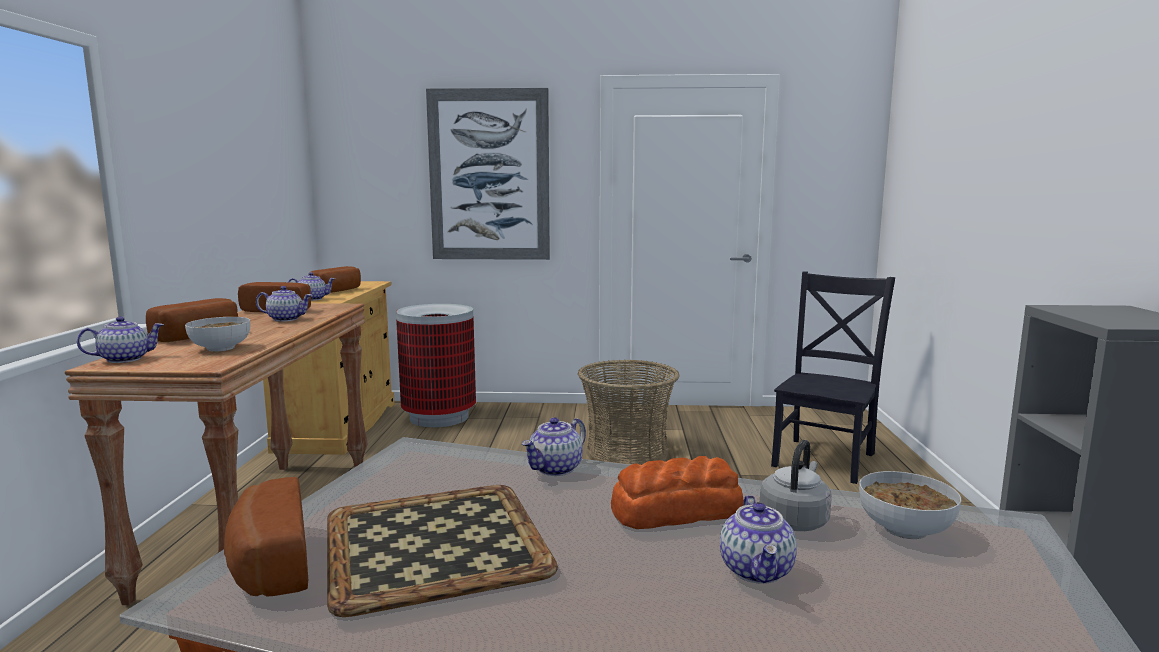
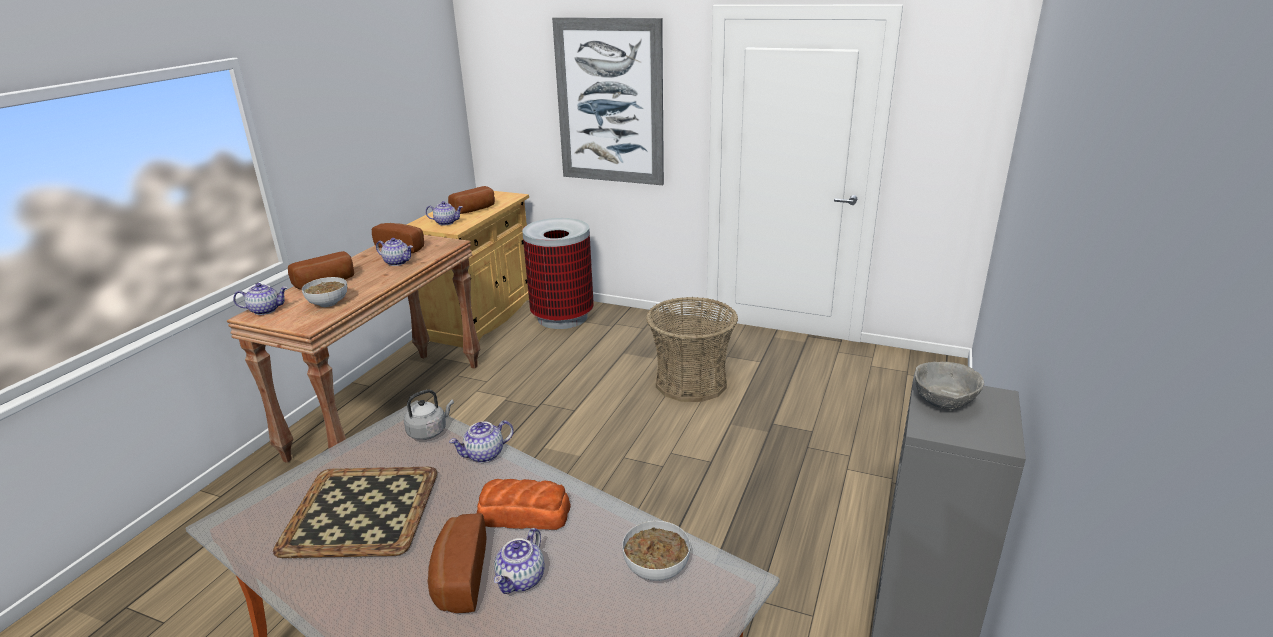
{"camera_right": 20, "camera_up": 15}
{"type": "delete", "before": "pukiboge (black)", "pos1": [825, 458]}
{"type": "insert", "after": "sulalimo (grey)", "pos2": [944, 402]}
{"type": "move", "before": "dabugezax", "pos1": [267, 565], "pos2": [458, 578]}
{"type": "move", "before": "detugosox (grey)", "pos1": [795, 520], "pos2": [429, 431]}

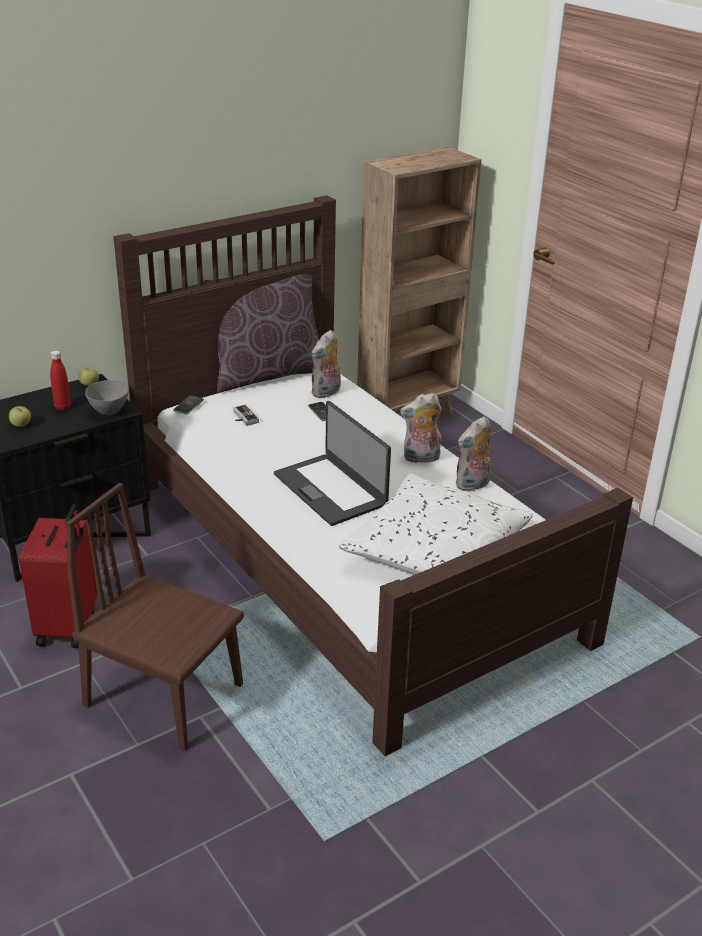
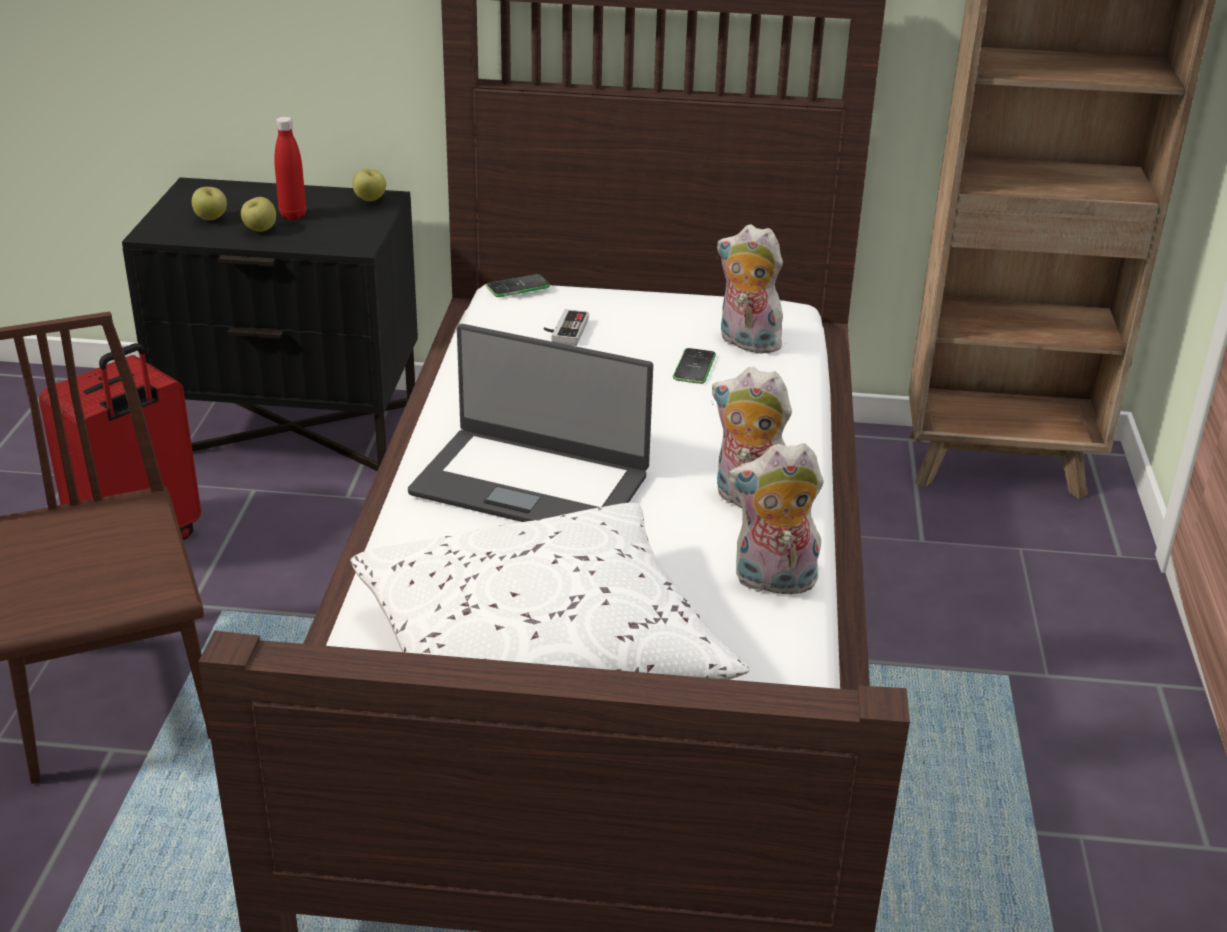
{"camera_right": 40, "camera_up": 0}
{"type": "delete", "before": "sulalimo (grey)", "pos1": [109, 411]}
{"type": "delete", "before": "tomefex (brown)", "pos1": [267, 374]}
{"type": "insert", "after": "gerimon", "pos2": [260, 230]}
{"type": "rotate", "before": "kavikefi", "pos1": [331, 489], "pos2": [531, 483], "turn": -75}
{"type": "rotate", "before": "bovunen", "pos1": [326, 393], "pos2": [745, 343], "turn": 45}

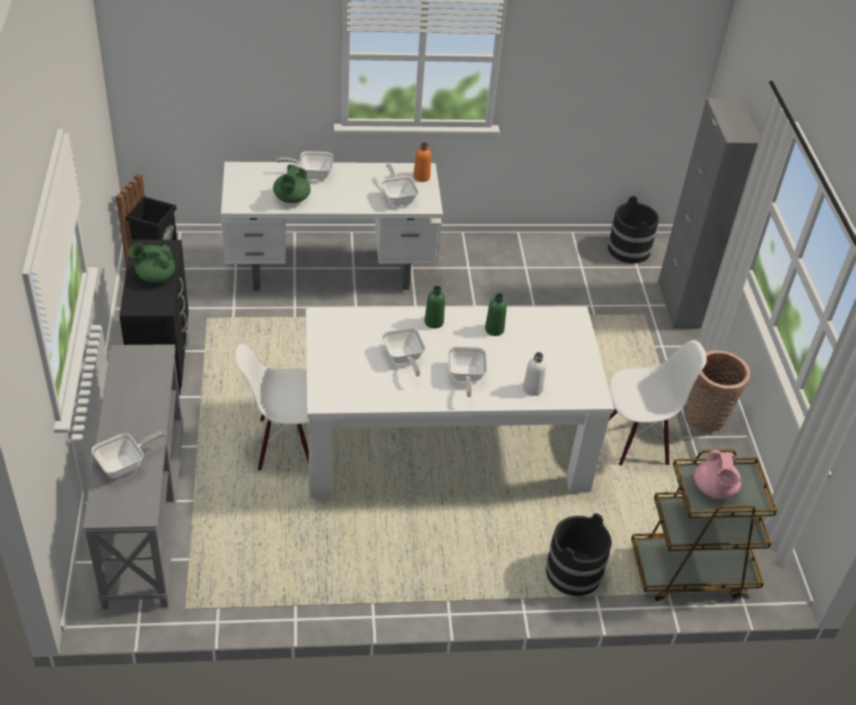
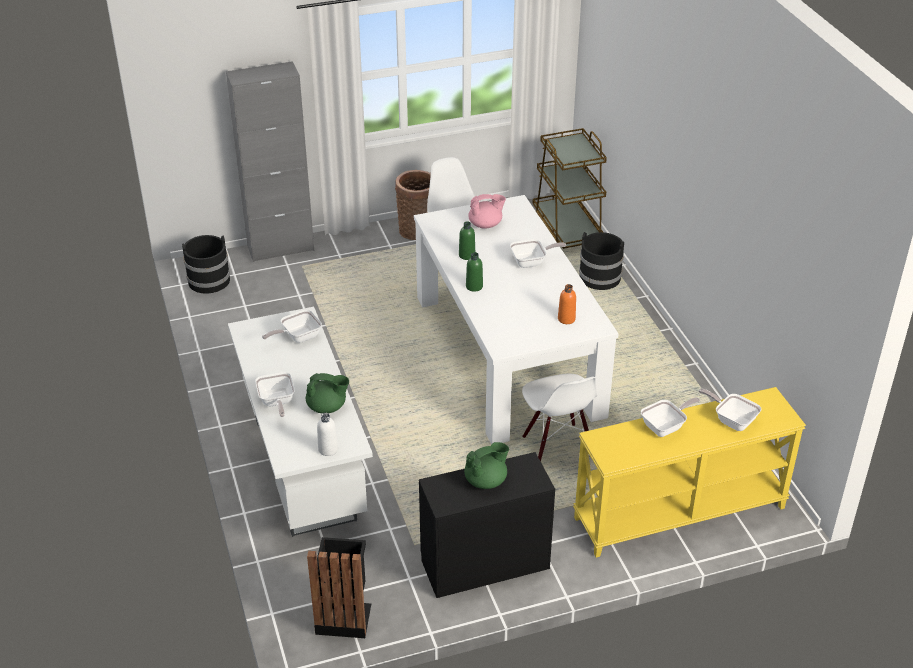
{"camera_right": -100, "camera_up": -5}
{"type": "move", "before": "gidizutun", "pos1": [403, 359], "pos2": [666, 427]}
{"type": "move", "before": "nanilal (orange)", "pos1": [421, 177], "pos2": [566, 319]}
{"type": "move", "before": "nanilal (white)", "pos1": [532, 388], "pos2": [328, 449]}
{"type": "move", "before": "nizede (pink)", "pos1": [714, 489], "pos2": [486, 224]}
{"type": "recolor", "before": "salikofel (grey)", "after": "salikofel (yellow)", "pos1": [144, 512], "pos2": [679, 514]}
{"type": "rotate", "before": "nizede (green)", "pos1": [155, 276], "pos2": [486, 480], "turn": -105}

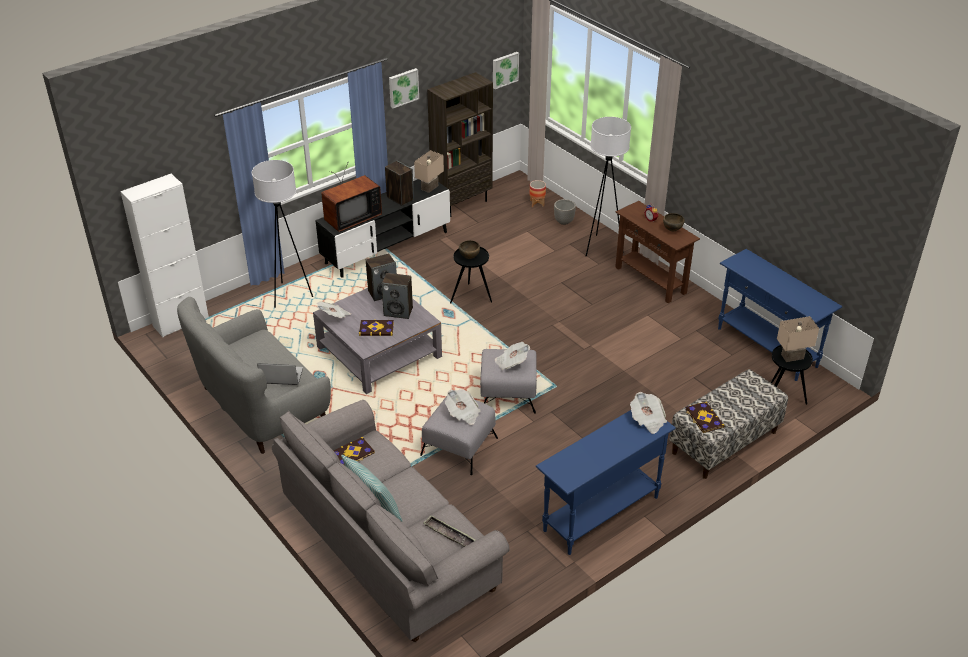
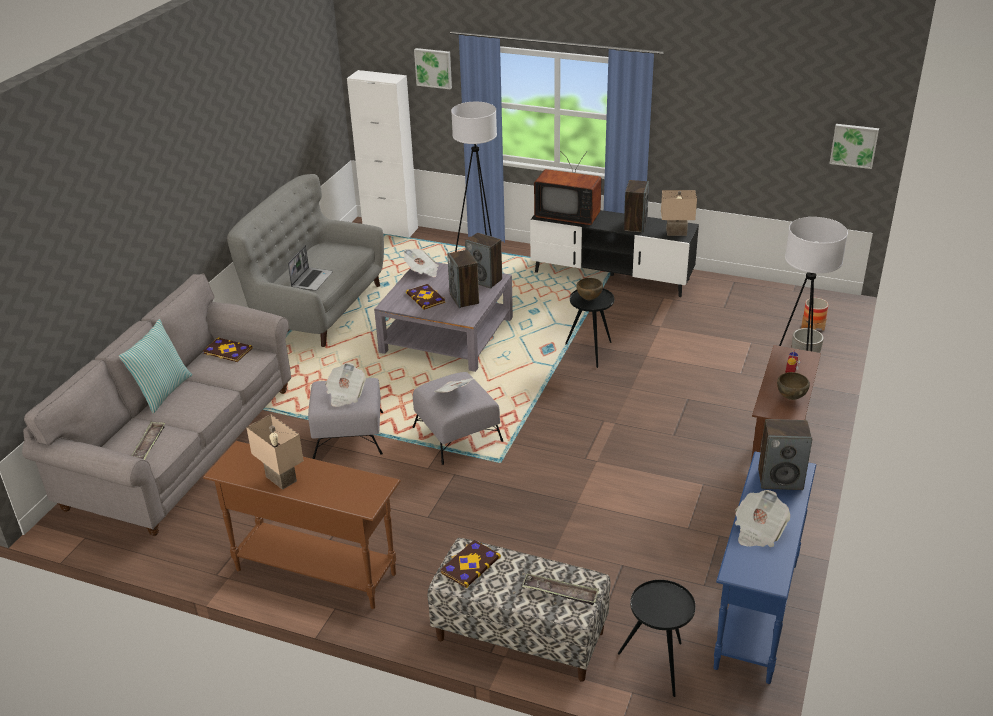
{"camera_right": 60, "camera_up": -5}
{"type": "delete", "before": "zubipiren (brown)", "pos1": [462, 203]}
{"type": "insert", "after": "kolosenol", "pos2": [560, 592]}
{"type": "insert", "after": "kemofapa", "pos2": [780, 479]}
{"type": "move", "before": "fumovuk", "pos1": [403, 87], "pos2": [434, 68]}
{"type": "move", "before": "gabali", "pos1": [647, 420], "pos2": [758, 531]}
{"type": "move", "before": "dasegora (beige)", "pos1": [792, 357], "pos2": [279, 479]}
{"type": "recolor", "before": "salikofel (blue)", "after": "salikofel (brown)", "pos1": [600, 514], "pos2": [315, 571]}
{"type": "rotate", "before": "kavikefi", "pos1": [281, 376], "pos2": [311, 280], "turn": 45}

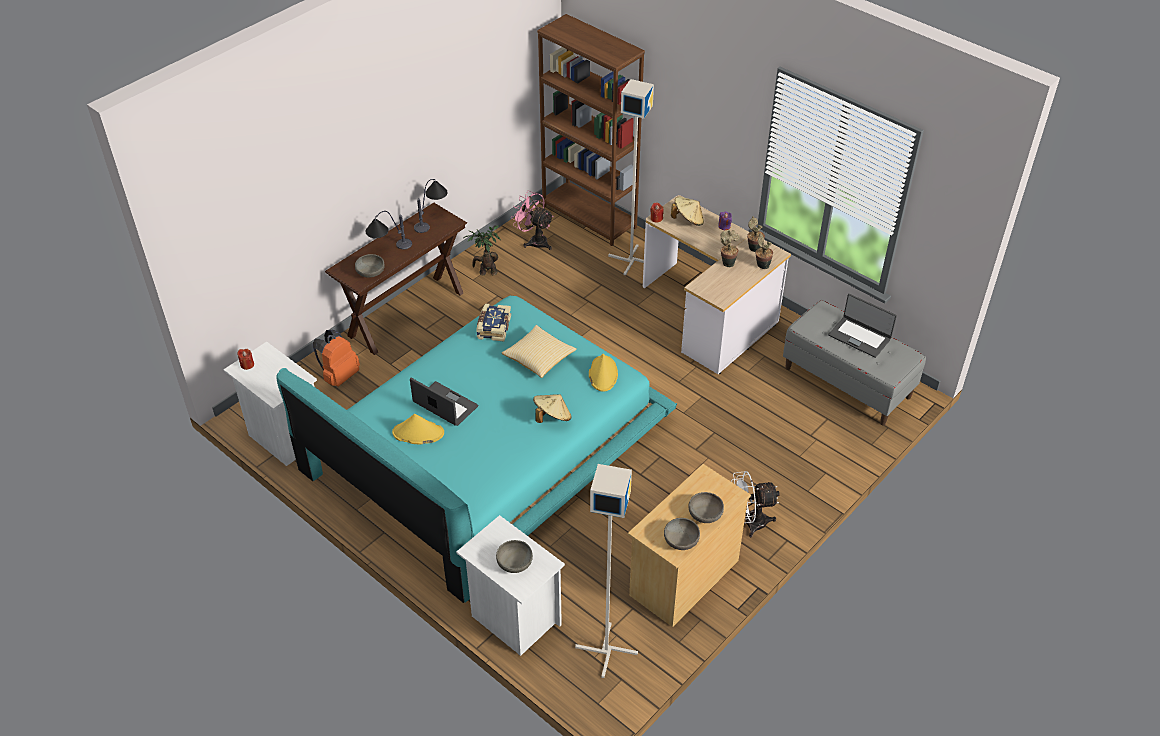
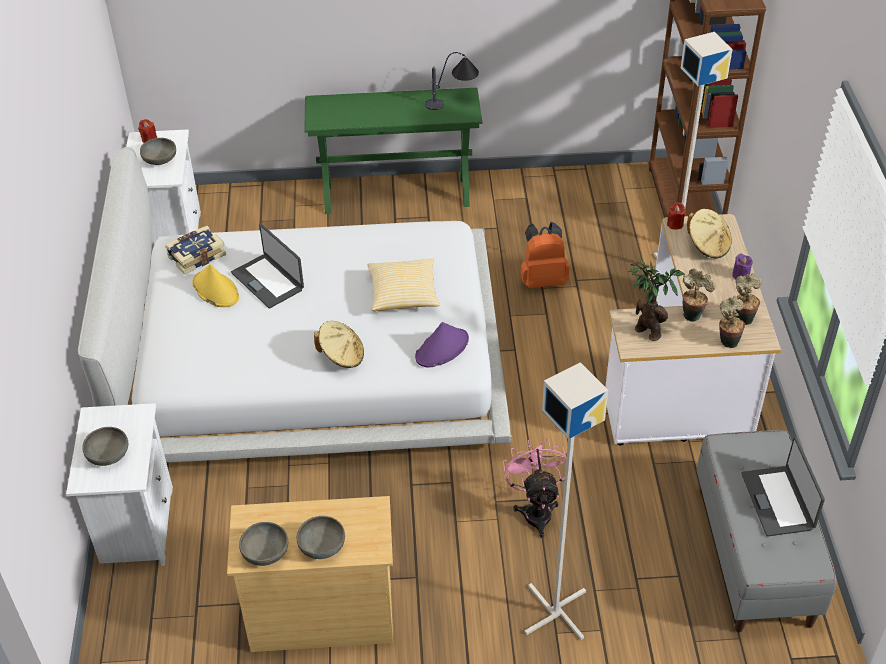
{"camera_right": 45, "camera_up": 0}
{"type": "delete", "before": "dasegora", "pos1": [389, 249]}
{"type": "delete", "before": "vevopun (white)", "pos1": [749, 523]}
{"type": "move", "before": "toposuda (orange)", "pos1": [339, 376], "pos2": [543, 280]}
{"type": "move", "before": "sulalimo (grey)", "pos1": [370, 272], "pos2": [160, 160]}
{"type": "move", "before": "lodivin", "pos1": [486, 272], "pos2": [646, 330]}
{"type": "move", "before": "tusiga", "pos1": [493, 327], "pos2": [196, 256]}
{"type": "move", "before": "vevopun (pink)", "pos1": [534, 241], "pos2": [536, 510]}
{"type": "move", "before": "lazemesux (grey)", "pos1": [606, 649], "pos2": [556, 611]}
{"type": "recolor", "before": "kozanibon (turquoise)", "after": "kozanibon (white)", "pos1": [487, 447], "pos2": [311, 358]}
{"type": "recolor", "before": "salikofel (brown)", "after": "salikofel (green)", "pos1": [406, 314], "pos2": [396, 195]}
{"type": "recolor", "before": "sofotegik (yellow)", "after": "sofotegik (purple)", "pos1": [603, 374], "pos2": [442, 348]}
{"type": "rotate", "before": "kavikefi", "pos1": [445, 405], "pos2": [268, 281], "turn": 150}

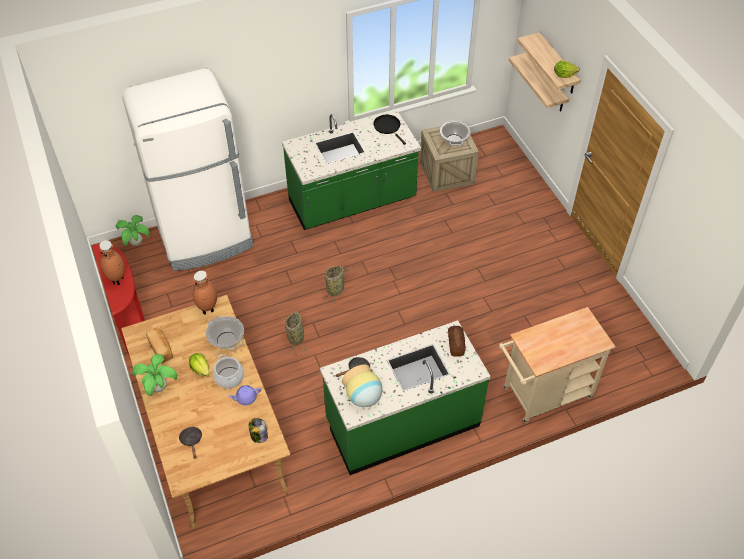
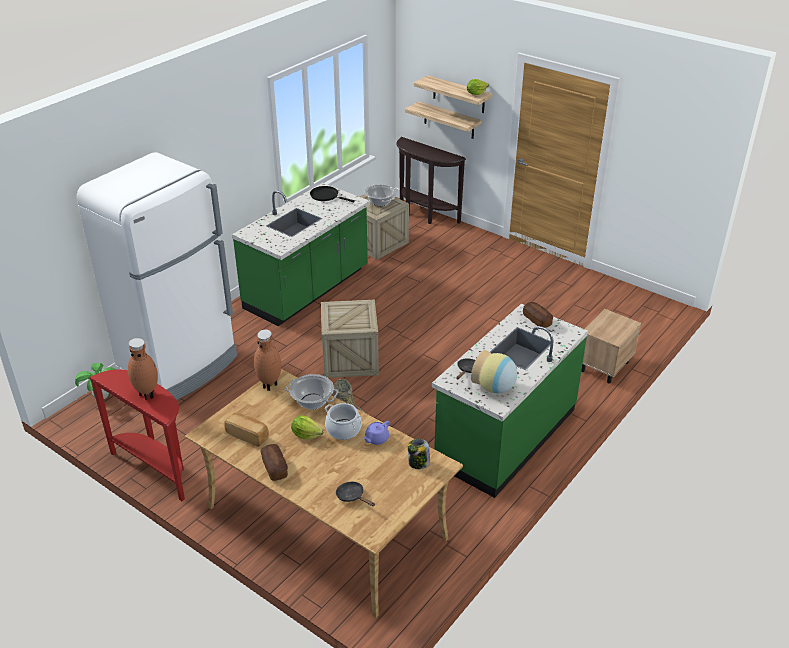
{"camera_right": -30, "camera_up": -15}
{"type": "insert", "after": "salikofel (brown)", "pos2": [424, 215]}
{"type": "replace", "before": "lodivin", "after": "dabugezax", "pos1": [159, 387], "pos2": [274, 467]}
{"type": "replace", "before": "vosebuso", "after": "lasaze", "pos1": [336, 289], "pos2": [350, 359]}
{"type": "replace", "before": "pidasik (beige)", "after": "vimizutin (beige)", "pos1": [542, 395], "pos2": [604, 367]}

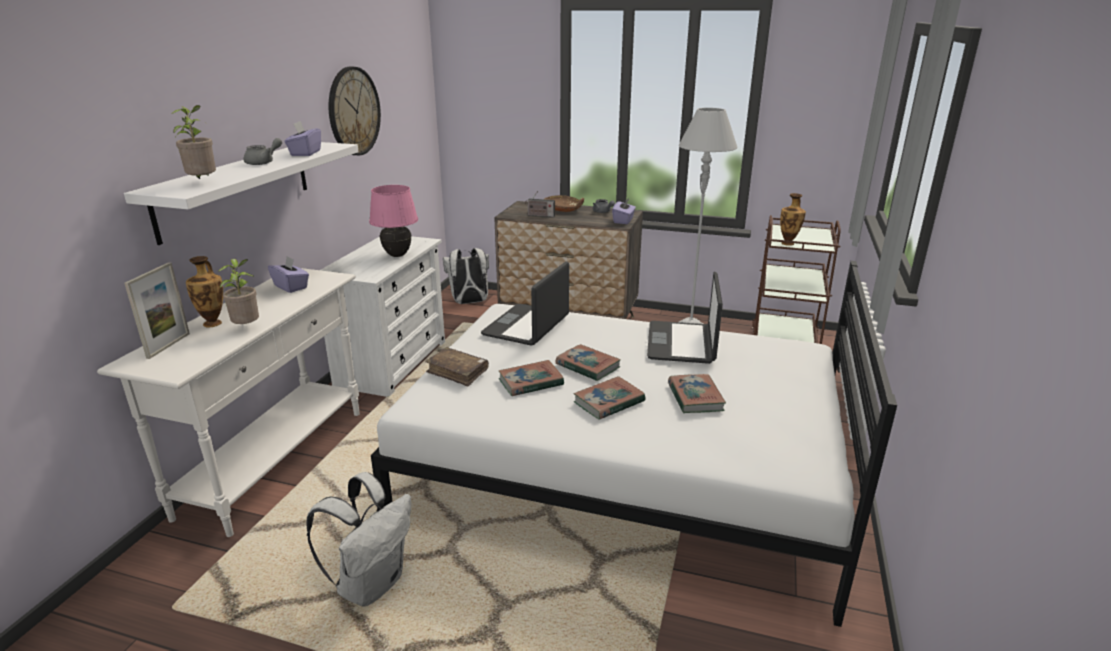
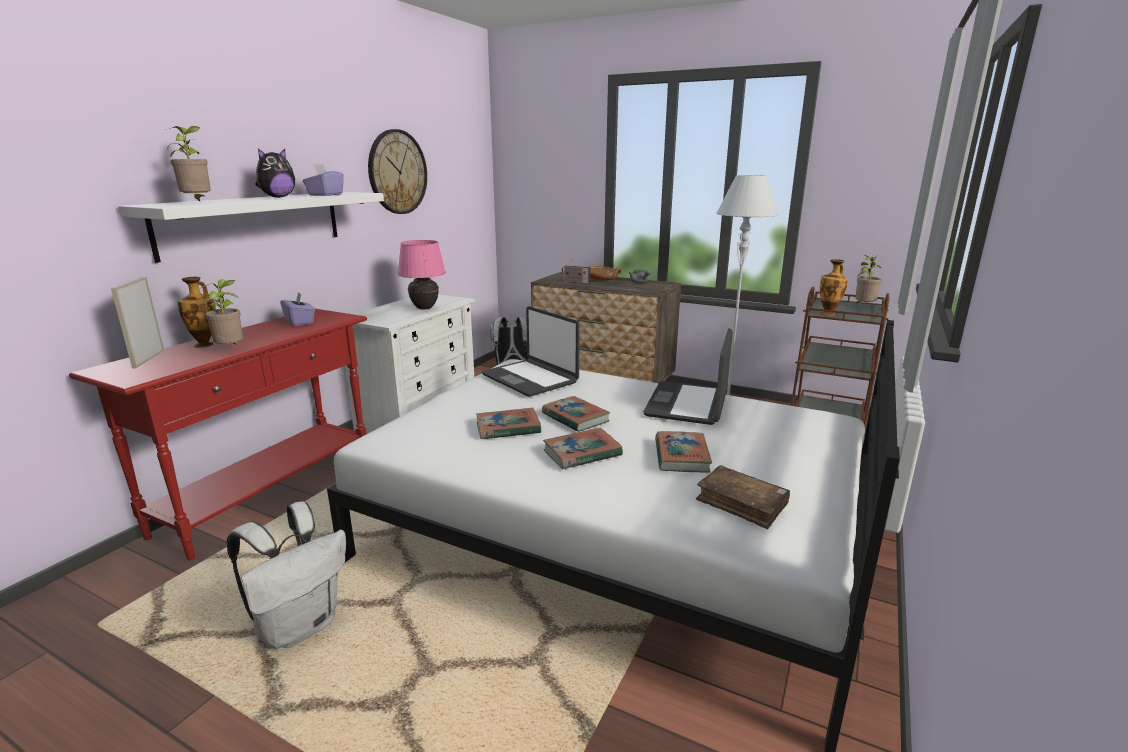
{"camera_right": 10, "camera_up": -5}
{"type": "delete", "before": "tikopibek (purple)", "pos1": [623, 221]}
{"type": "insert", "after": "lodivin", "pos2": [863, 307]}
{"type": "move", "before": "tusiga (brown)", "pos1": [457, 372], "pos2": [741, 504]}
{"type": "replace", "before": "nizede (grey)", "after": "bovunen", "pos1": [264, 162], "pos2": [277, 197]}
{"type": "recolor", "before": "salikofel (white)", "after": "salikofel (red)", "pos1": [276, 461], "pos2": [270, 493]}
{"type": "rotate", "before": "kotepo", "pos1": [168, 345], "pos2": [148, 359], "turn": 150}
{"type": "rotate", "before": "kavikefi", "pos1": [527, 326], "pos2": [530, 378], "turn": -75}

